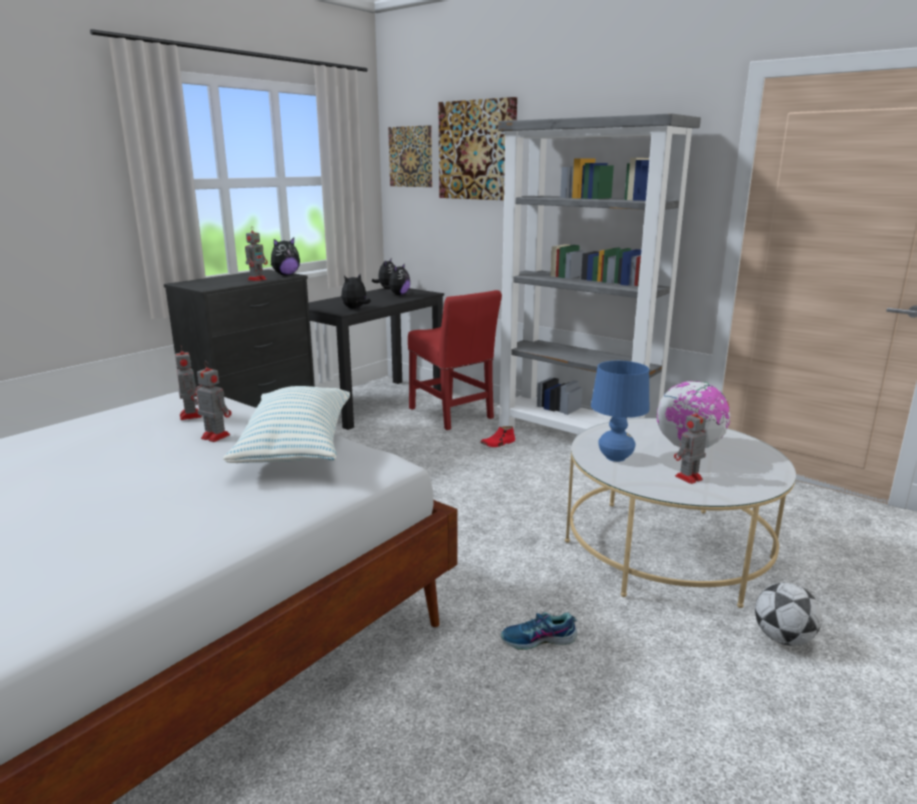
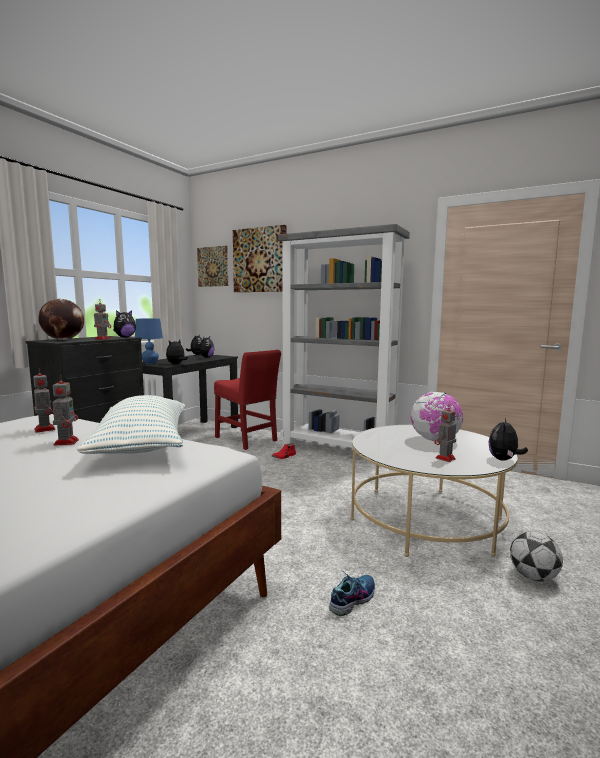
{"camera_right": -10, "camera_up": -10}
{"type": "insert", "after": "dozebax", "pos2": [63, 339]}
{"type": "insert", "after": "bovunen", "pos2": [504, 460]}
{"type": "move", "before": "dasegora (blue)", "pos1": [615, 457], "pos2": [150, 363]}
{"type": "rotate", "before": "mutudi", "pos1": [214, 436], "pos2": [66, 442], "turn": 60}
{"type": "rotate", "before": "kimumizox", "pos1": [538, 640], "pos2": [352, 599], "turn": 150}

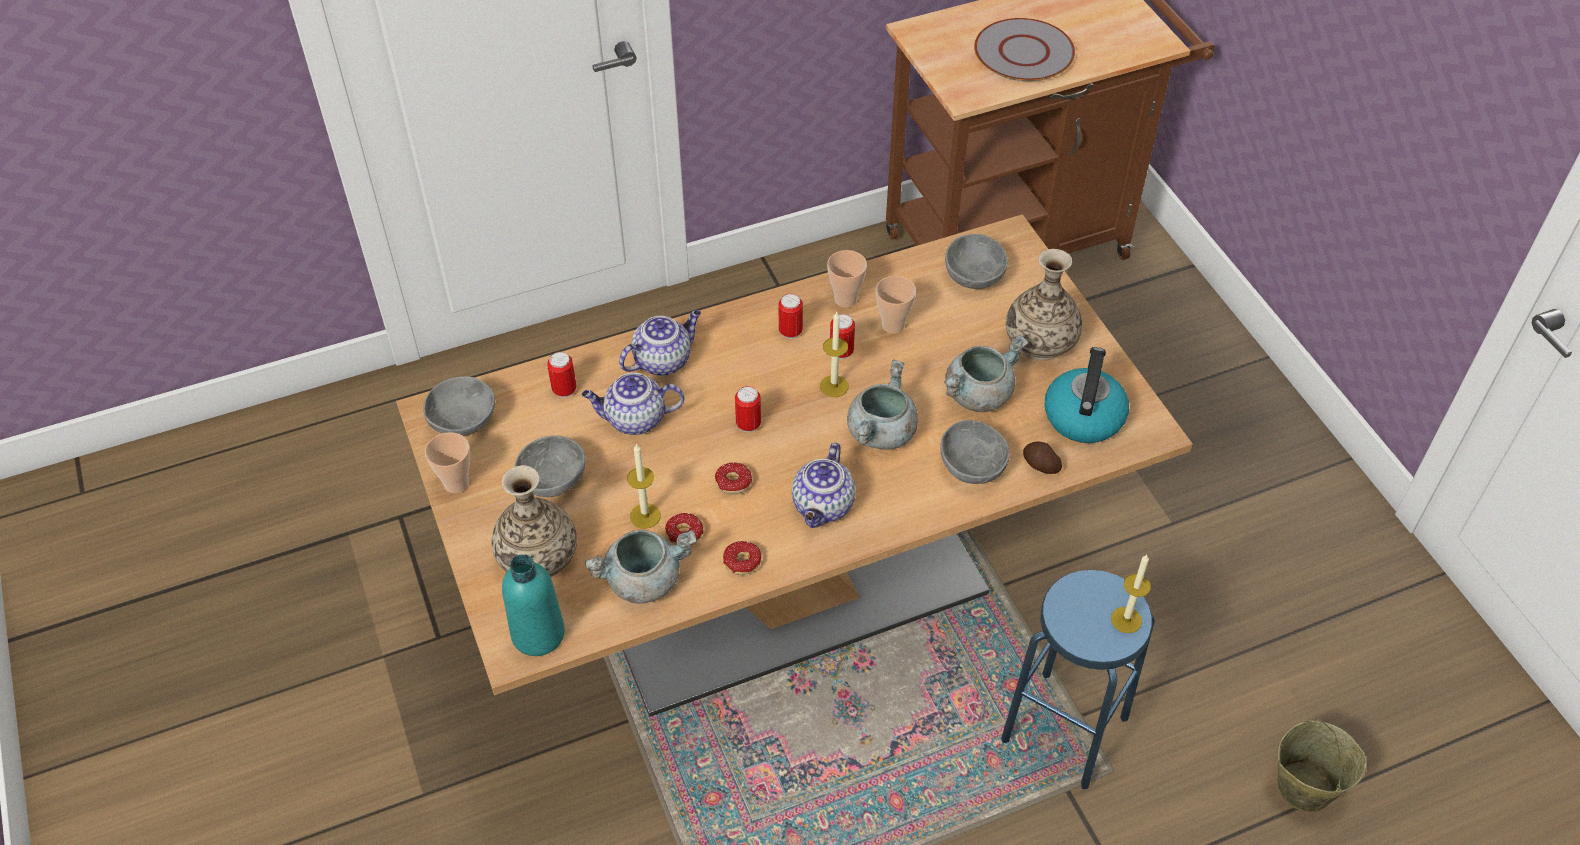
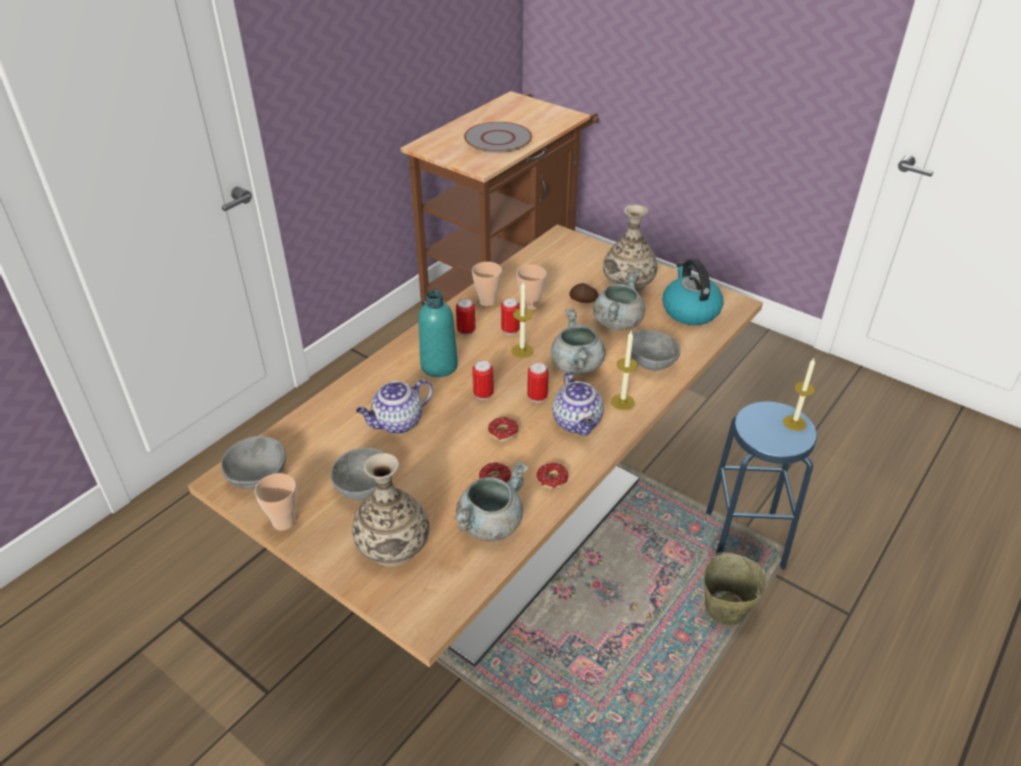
{"camera_right": -30, "camera_up": -10}
{"type": "delete", "before": "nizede", "pos1": [663, 360]}
{"type": "delete", "before": "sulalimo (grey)", "pos1": [975, 276]}
{"type": "move", "before": "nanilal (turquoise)", "pos1": [538, 634], "pos2": [439, 366]}
{"type": "move", "before": "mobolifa", "pos1": [564, 390], "pos2": [537, 397]}
{"type": "move", "before": "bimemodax", "pos1": [645, 516], "pos2": [622, 402]}
{"type": "move", "before": "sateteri", "pos1": [1040, 465], "pos2": [583, 300]}
{"type": "move", "before": "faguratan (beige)", "pos1": [1303, 787], "pos2": [725, 609]}

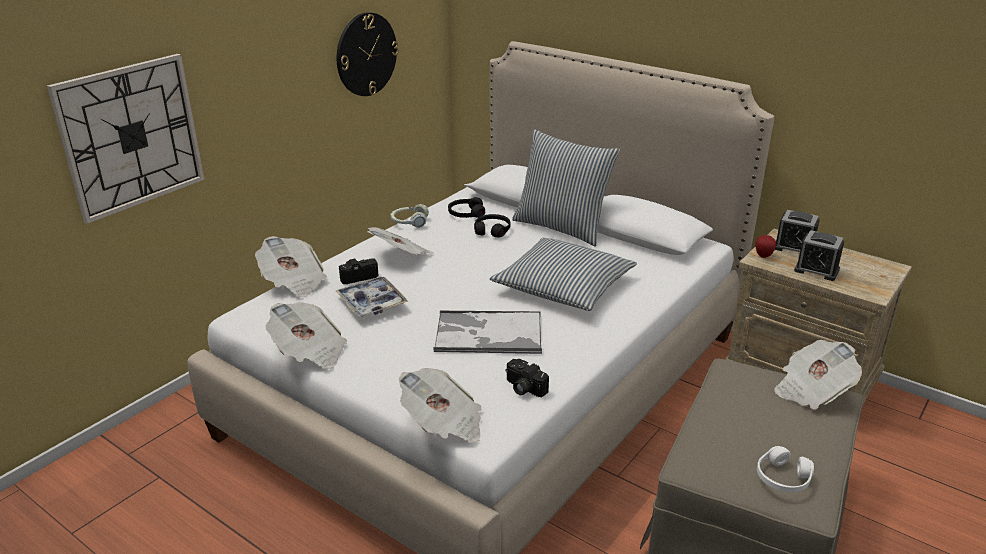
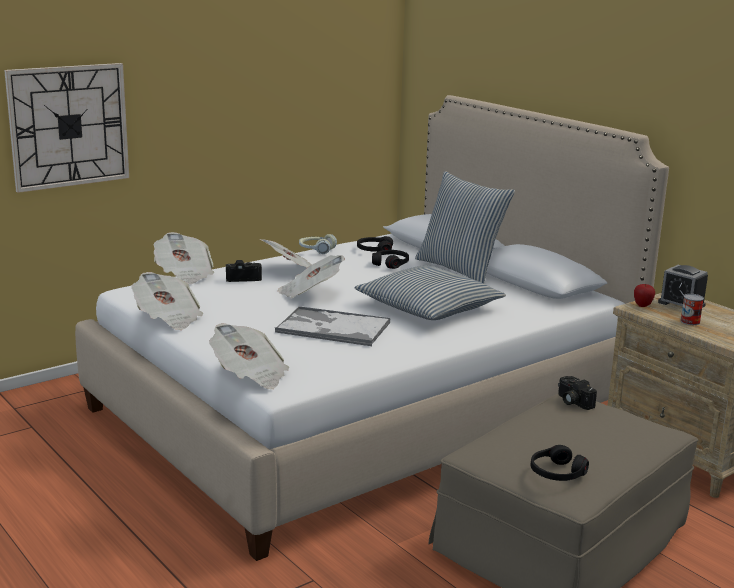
{"camera_right": 15, "camera_up": -10}
{"type": "delete", "before": "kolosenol", "pos1": [371, 303]}
{"type": "delete", "before": "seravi", "pos1": [366, 54]}
{"type": "move", "before": "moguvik", "pos1": [523, 388], "pos2": [572, 402]}
{"type": "move", "before": "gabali", "pos1": [812, 390], "pos2": [310, 293]}
{"type": "replace", "before": "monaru", "after": "mobolifa", "pos1": [816, 270], "pos2": [690, 321]}
{"type": "recolor", "before": "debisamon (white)", "after": "debisamon (black)", "pos1": [782, 478], "pos2": [556, 473]}

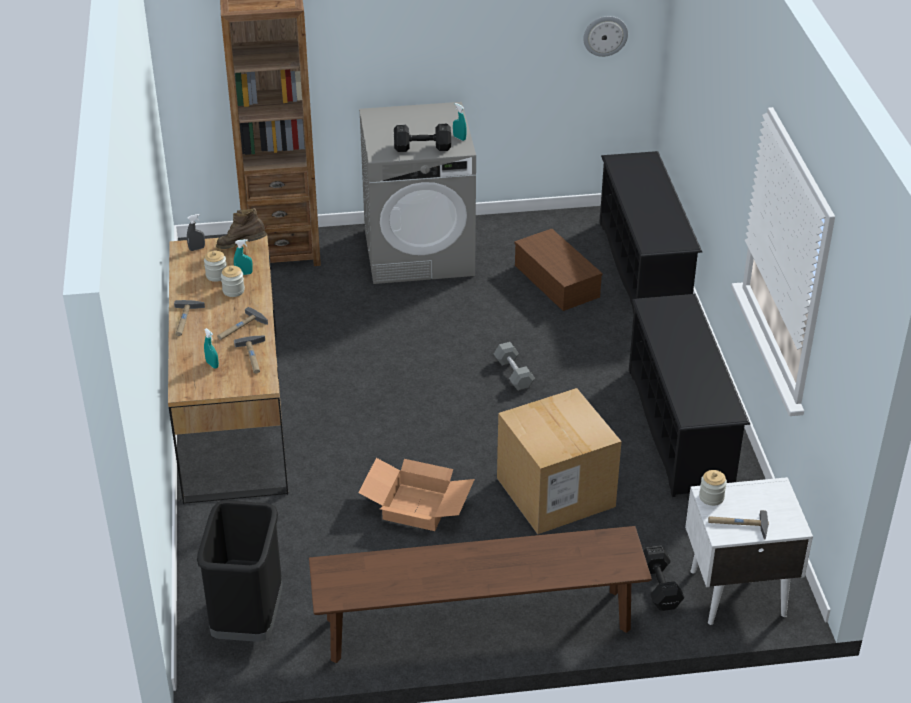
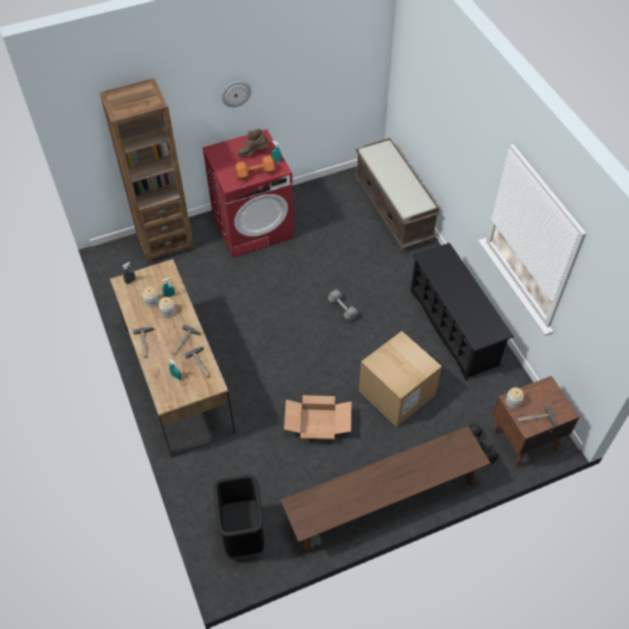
{"camera_right": -15, "camera_up": 15}
{"type": "delete", "before": "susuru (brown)", "pos1": [558, 281]}
{"type": "move", "before": "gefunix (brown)", "pos1": [242, 247], "pos2": [253, 153]}
{"type": "move", "before": "seravi", "pos1": [605, 35], "pos2": [236, 93]}
{"type": "replace", "before": "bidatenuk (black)", "after": "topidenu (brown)", "pos1": [643, 267], "pos2": [394, 210]}
{"type": "recolor", "before": "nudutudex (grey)", "after": "nudutudex (red)", "pos1": [419, 252], "pos2": [253, 226]}
{"type": "recolor", "before": "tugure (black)", "after": "tugure (orange)", "pos1": [421, 147], "pos2": [254, 173]}
{"type": "recolor", "before": "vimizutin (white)", "after": "vimizutin (brown)", "pos1": [736, 592], "pos2": [523, 441]}

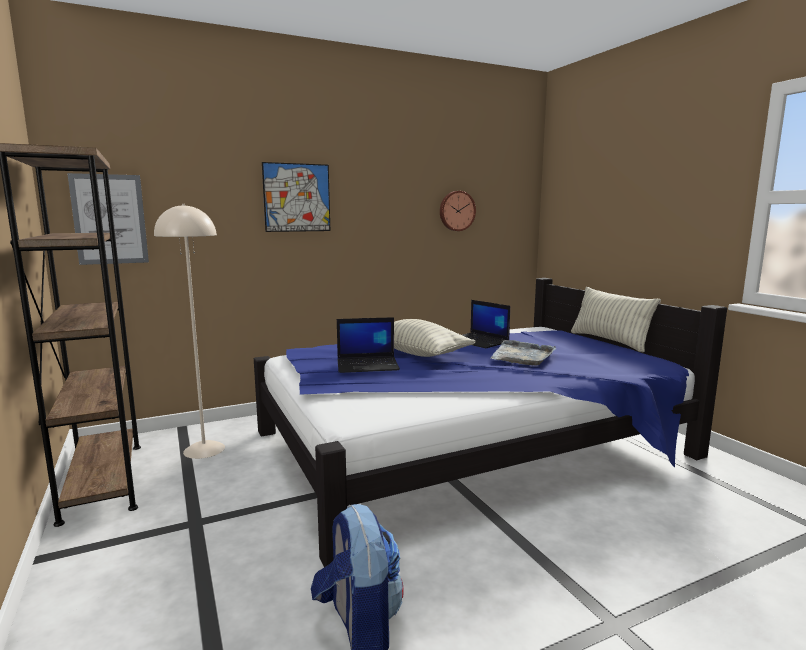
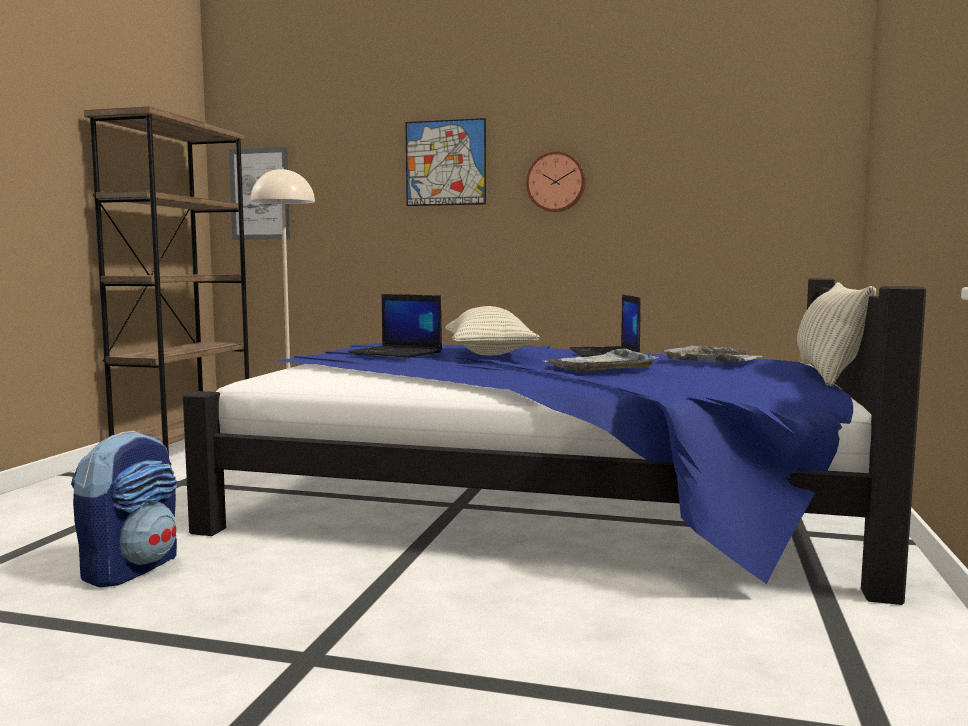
{"camera_right": 40, "camera_up": -5}
{"type": "insert", "after": "kolosenol (grey)", "pos2": [713, 359]}
{"type": "move", "before": "seravi", "pos1": [456, 211], "pos2": [556, 182]}

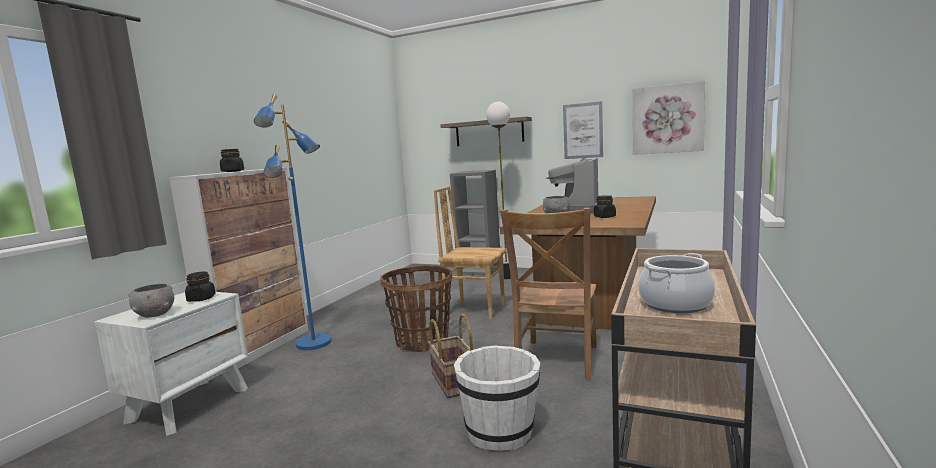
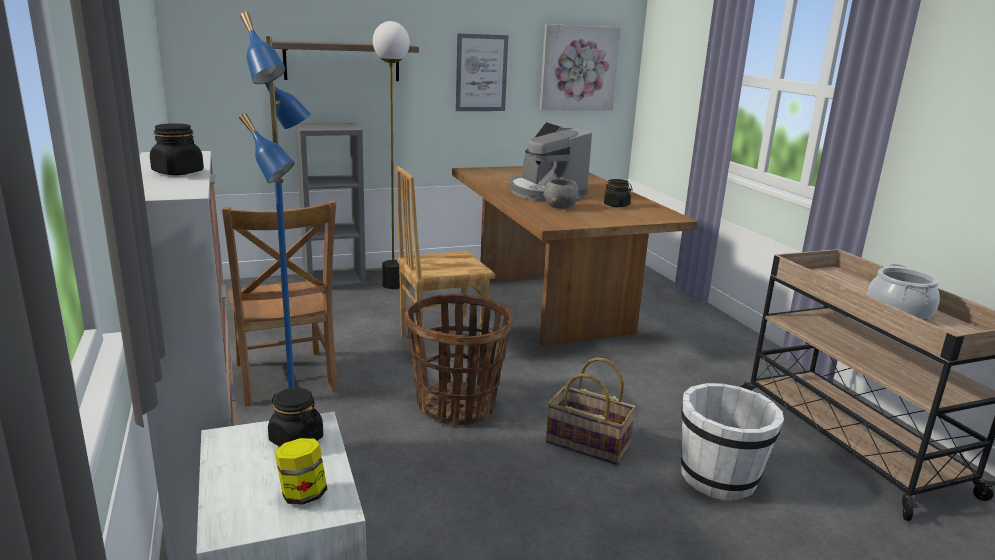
{"camera_right": -45, "camera_up": 10}
{"type": "move", "before": "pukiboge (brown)", "pos1": [556, 361], "pos2": [285, 379]}
{"type": "replace", "before": "sulalimo (grey)", "after": "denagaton", "pos1": [154, 315], "pos2": [302, 495]}

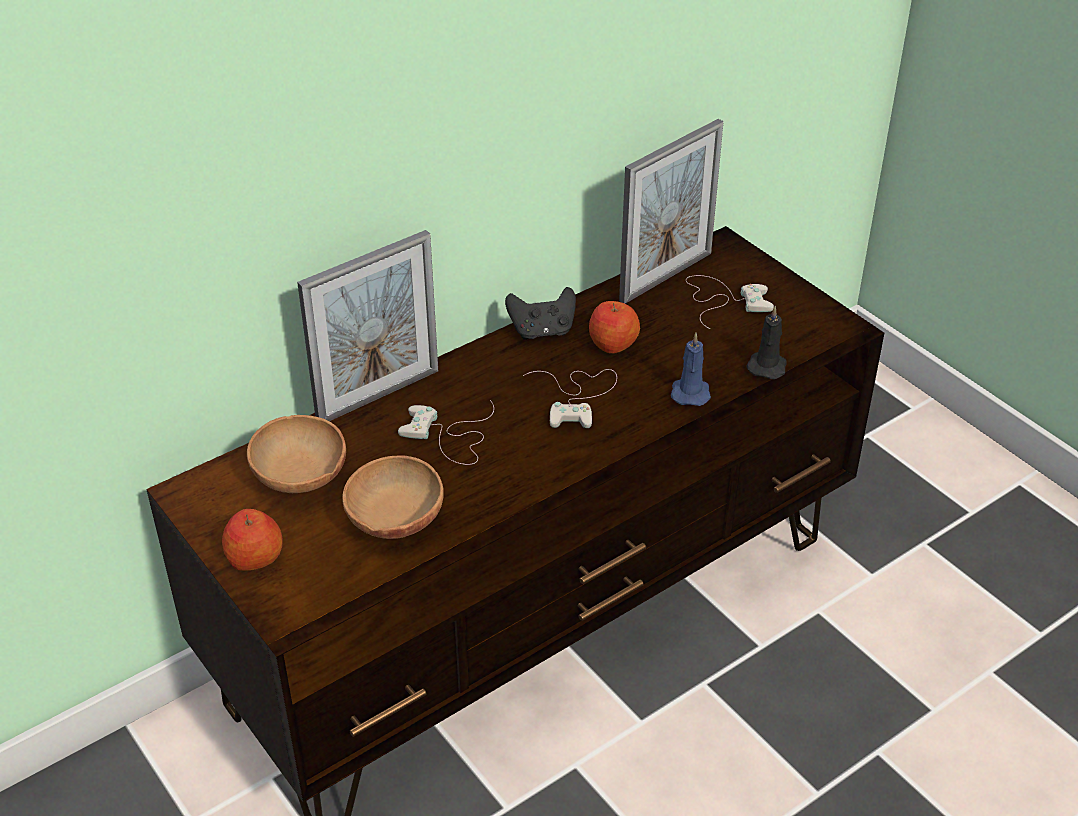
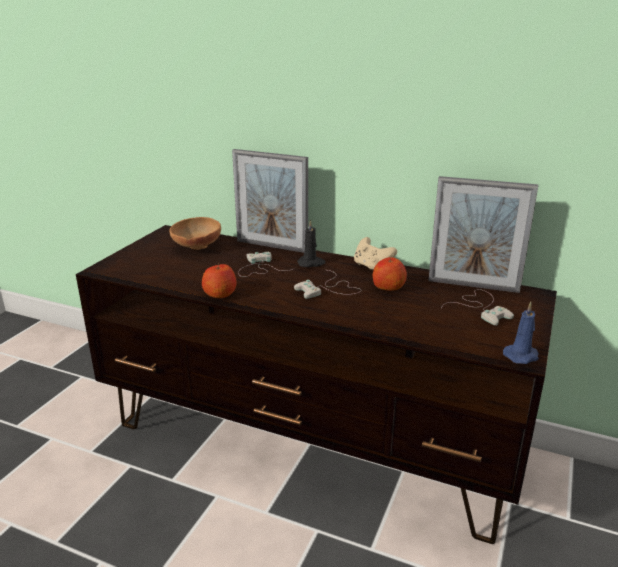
{"camera_right": 60, "camera_up": -15}
{"type": "delete", "before": "sulalimo (brown)", "pos1": [393, 522]}
{"type": "move", "before": "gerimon", "pos1": [254, 557], "pos2": [220, 294]}
{"type": "move", "before": "bimemodax (blue)", "pos1": [690, 392], "pos2": [522, 356]}
{"type": "move", "before": "bimemodax (black)", "pos1": [767, 365], "pos2": [311, 263]}
{"type": "recolor", "before": "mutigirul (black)", "after": "mutigirul (beige)", "pos1": [542, 331], "pos2": [372, 267]}

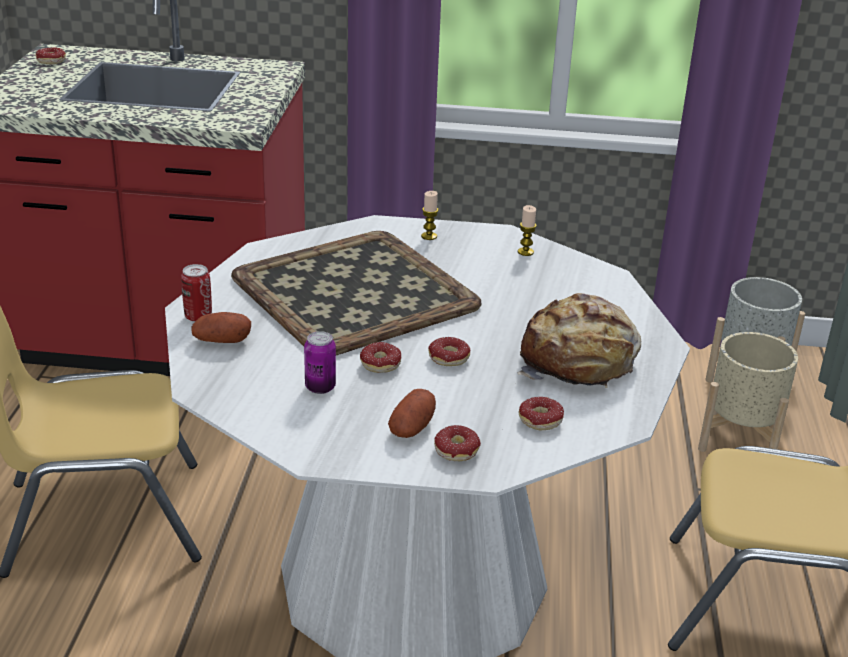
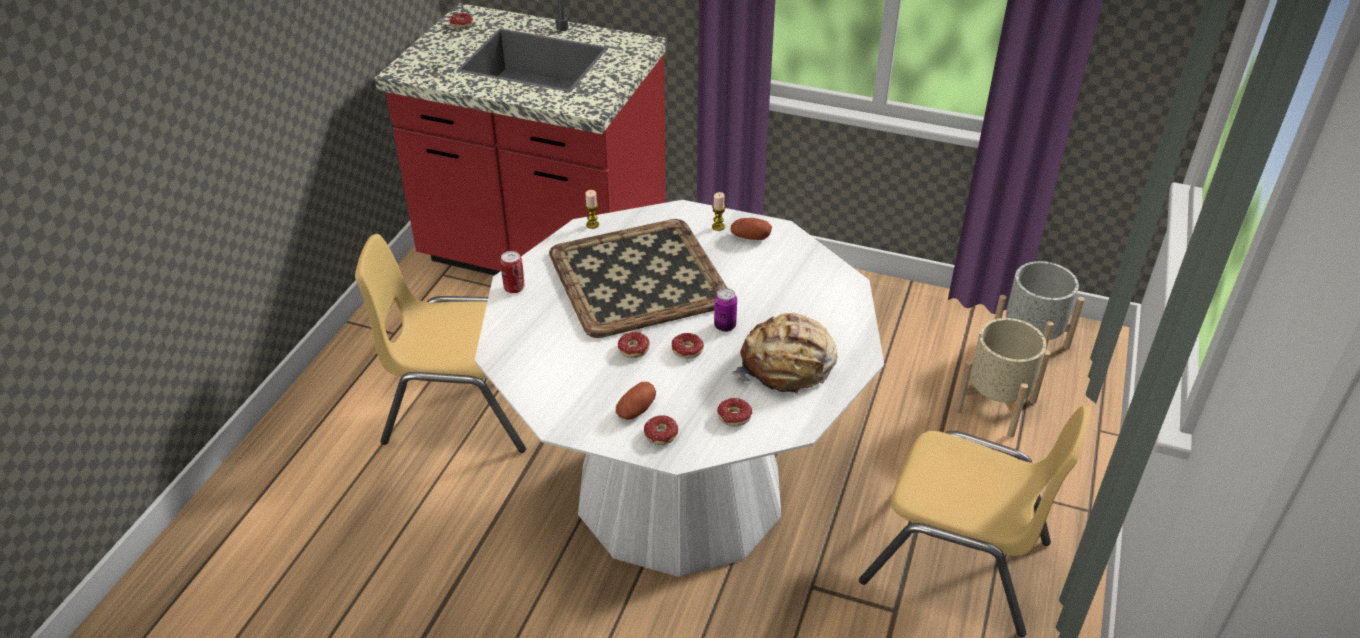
{"camera_right": 15, "camera_up": 10}
{"type": "move", "before": "sateteri", "pos1": [221, 341], "pos2": [750, 237]}
{"type": "move", "before": "mobolifa", "pos1": [320, 387], "pos2": [725, 326]}
{"type": "move", "before": "bimemodax", "pos1": [525, 252], "pos2": [592, 224]}

